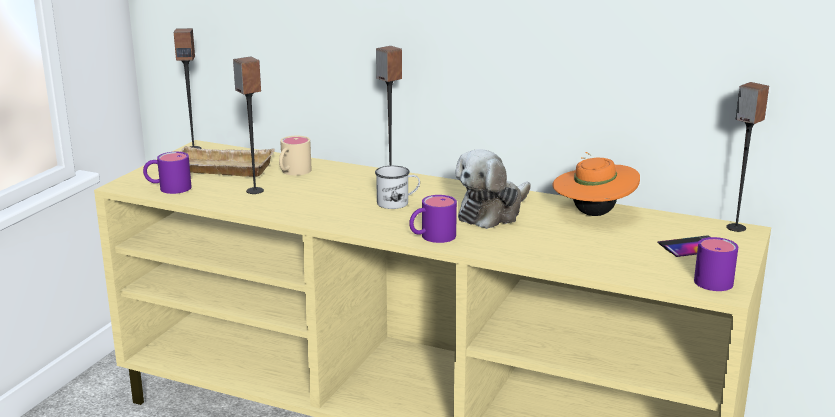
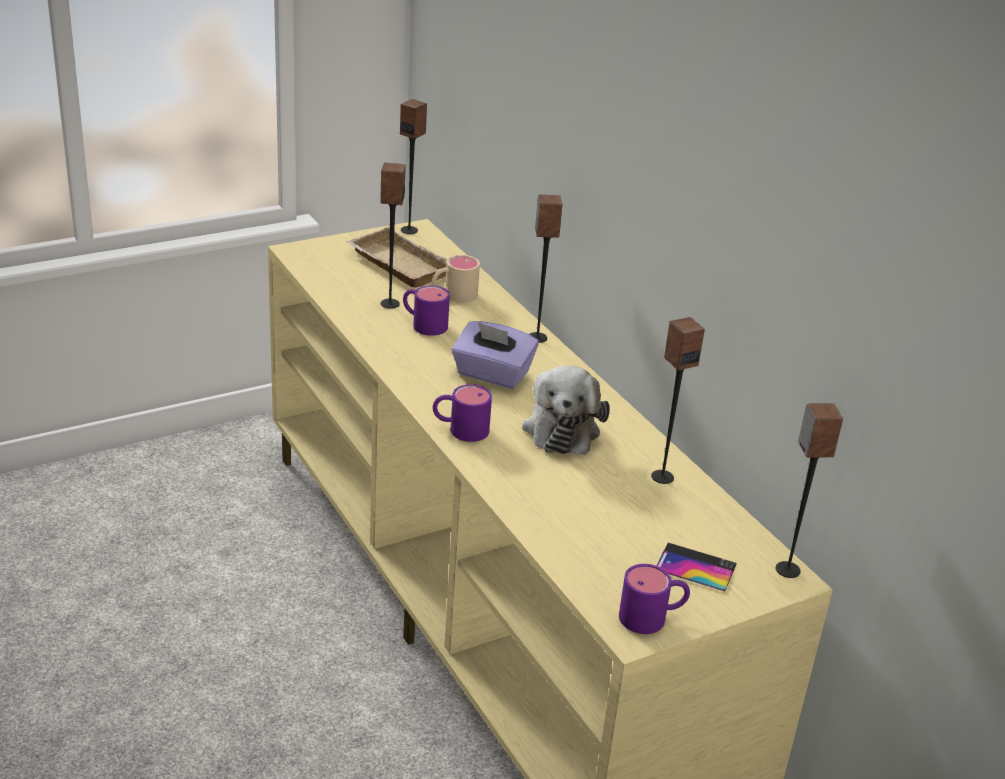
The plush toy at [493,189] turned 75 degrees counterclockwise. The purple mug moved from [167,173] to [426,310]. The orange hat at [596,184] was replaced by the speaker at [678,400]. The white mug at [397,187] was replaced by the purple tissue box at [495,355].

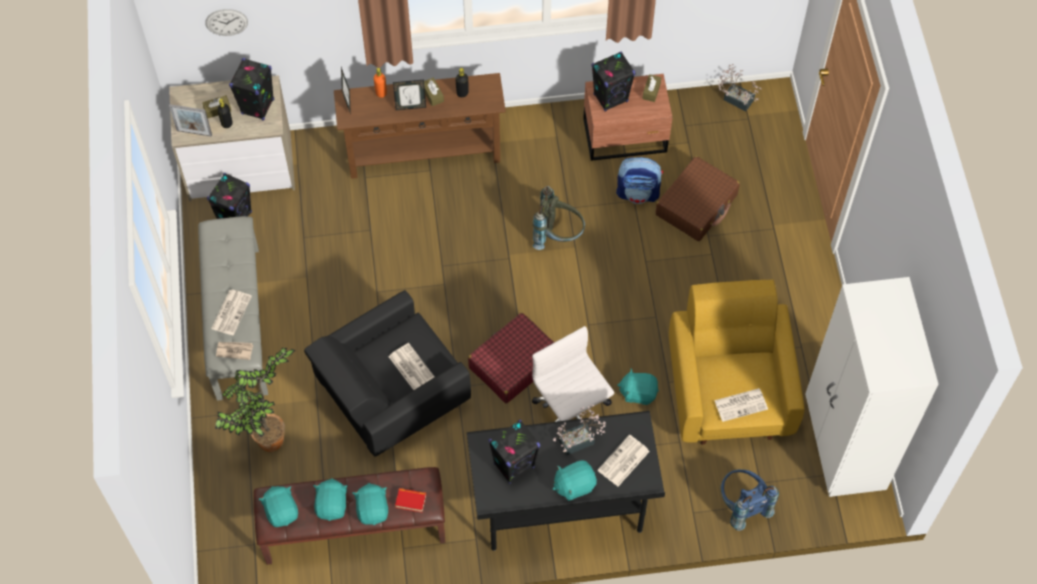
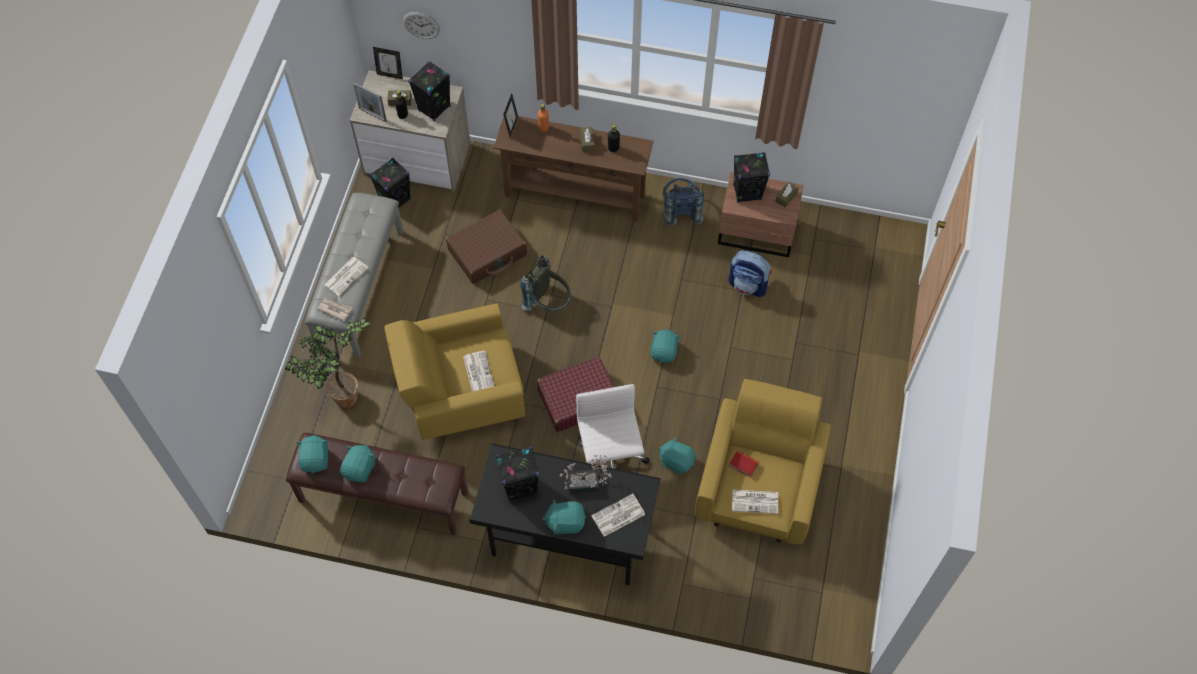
The potted plant at [739,87] disappeared. The picture frame moved from [409,95] to [388,63]. The brown suitcase moved from [698,198] to [486,247]. The grey backpack moved from [559,218] to [545,283]. The white wardrobe at [872,387] disappeared. The black armchair at [387,373] became the yellow armchair at [454,372]. The blue backpack moved from [749,500] to [683,202]. The turquoise plush toy moved from [370,504] to [666,345]. The book moved from [410,500] to [744,464].

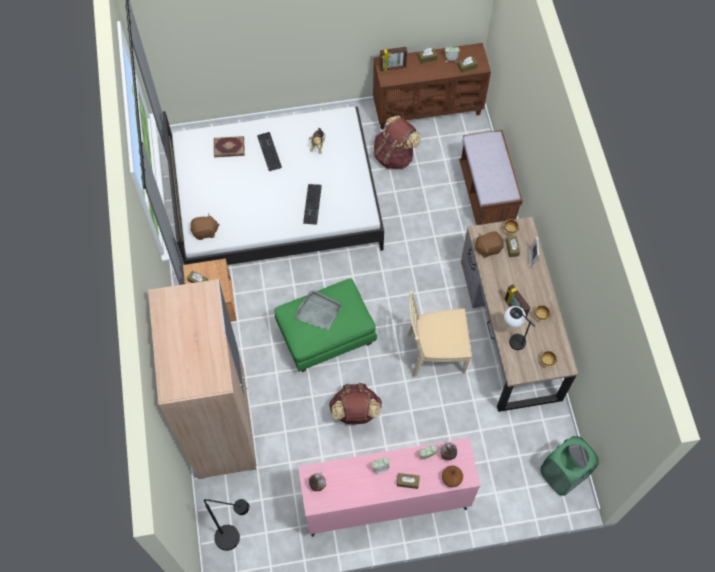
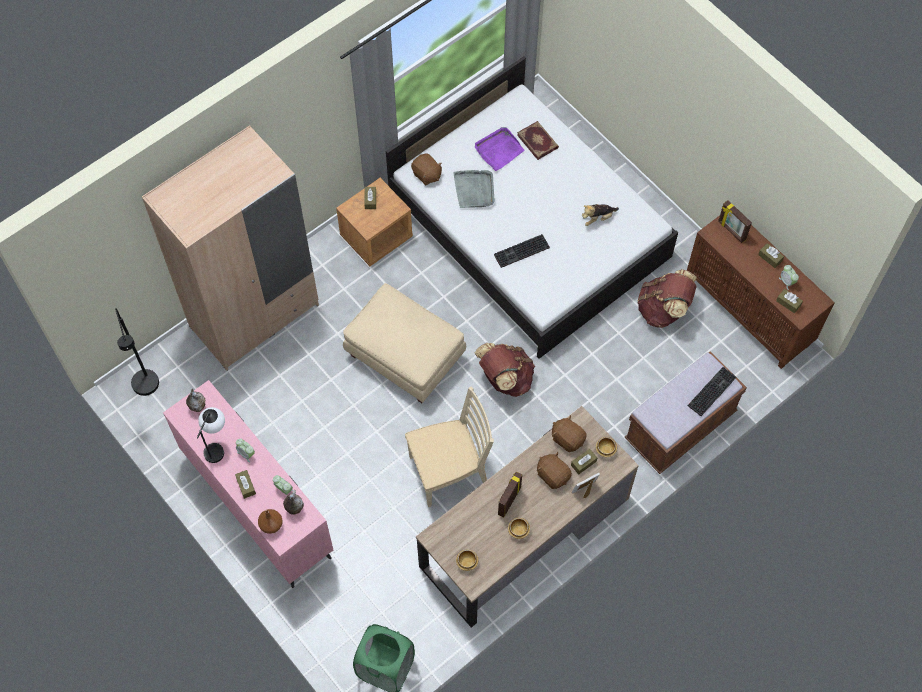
The keyboard moved from [269,151] to [712,391]. The green ottoman at [325,325] became the beige ottoman at [404,343]. The grey tray moved from [318,310] to [474,189]. The beige chair at [439,334] turned 105 degrees clockwise. The table lamp moved from [519,328] to [211,435]. The brown backpack moved from [355,403] to [505,370]. The purple tray at [499,149] appeared. The brown plush toy at [554,470] appeared.

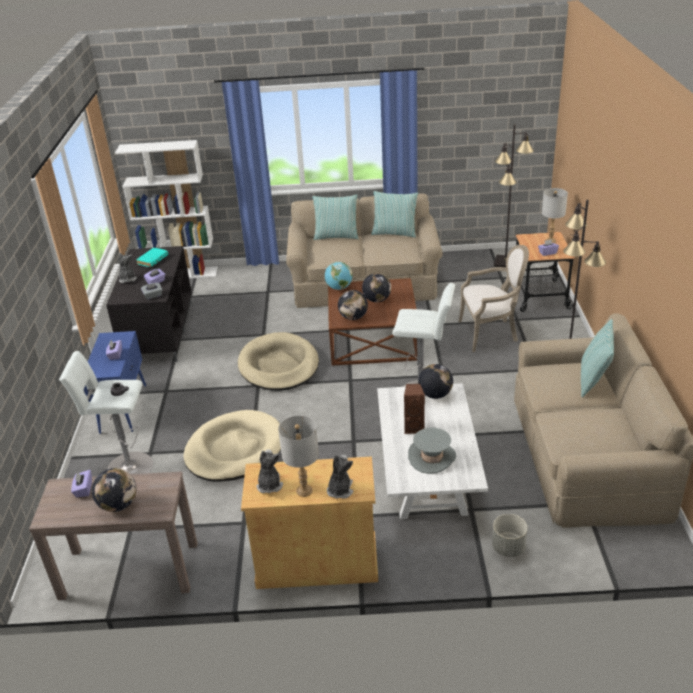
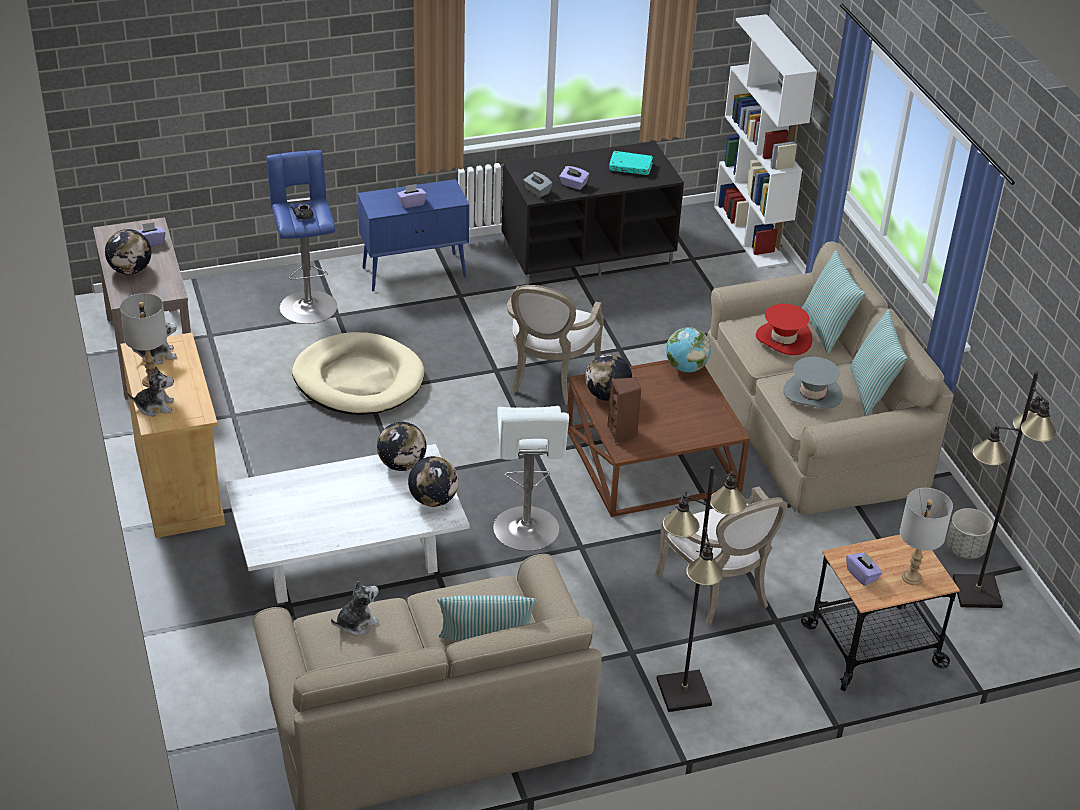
The plush toy moved from [128,268] to [355,608]. The globe moved from [376,287] to [401,446]. The beige dog bed at [278,361] was replaced by the armchair at [555,345]. The white stool at [106,412] became the blue stool at [301,237]. The brown speaker moved from [414,409] to [624,410]. The grey hat moved from [432,451] to [812,383]. The grey planter moved from [509,535] to [969,533]. The red hat at [784,329] appeared.

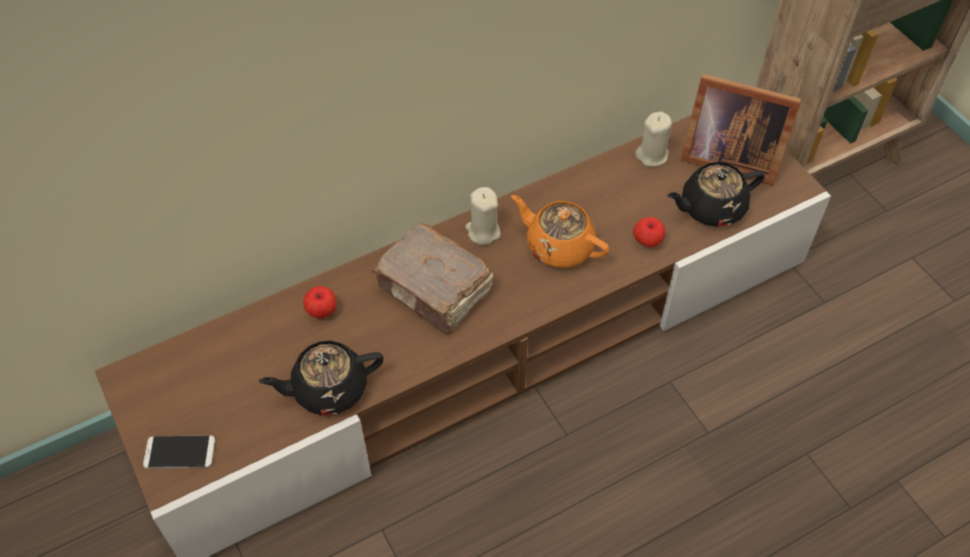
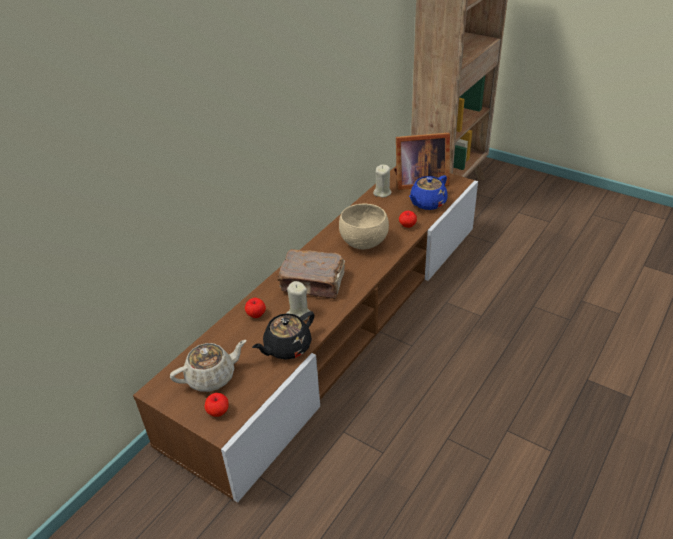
The black teapot at [716,194] became the blue teapot at [428,192]. The beige candle moved from [483,216] to [298,301]. The orange teapot at [560,231] was replaced by the beige bowl at [364,227]. The phone at [179,452] was replaced by the apple at [217,405]. The beige teapot at [208,366] appeared.

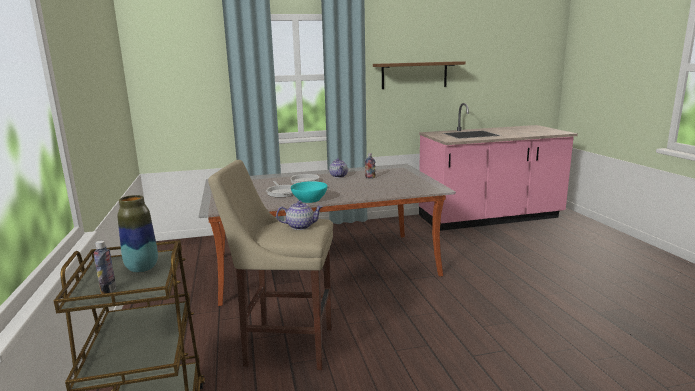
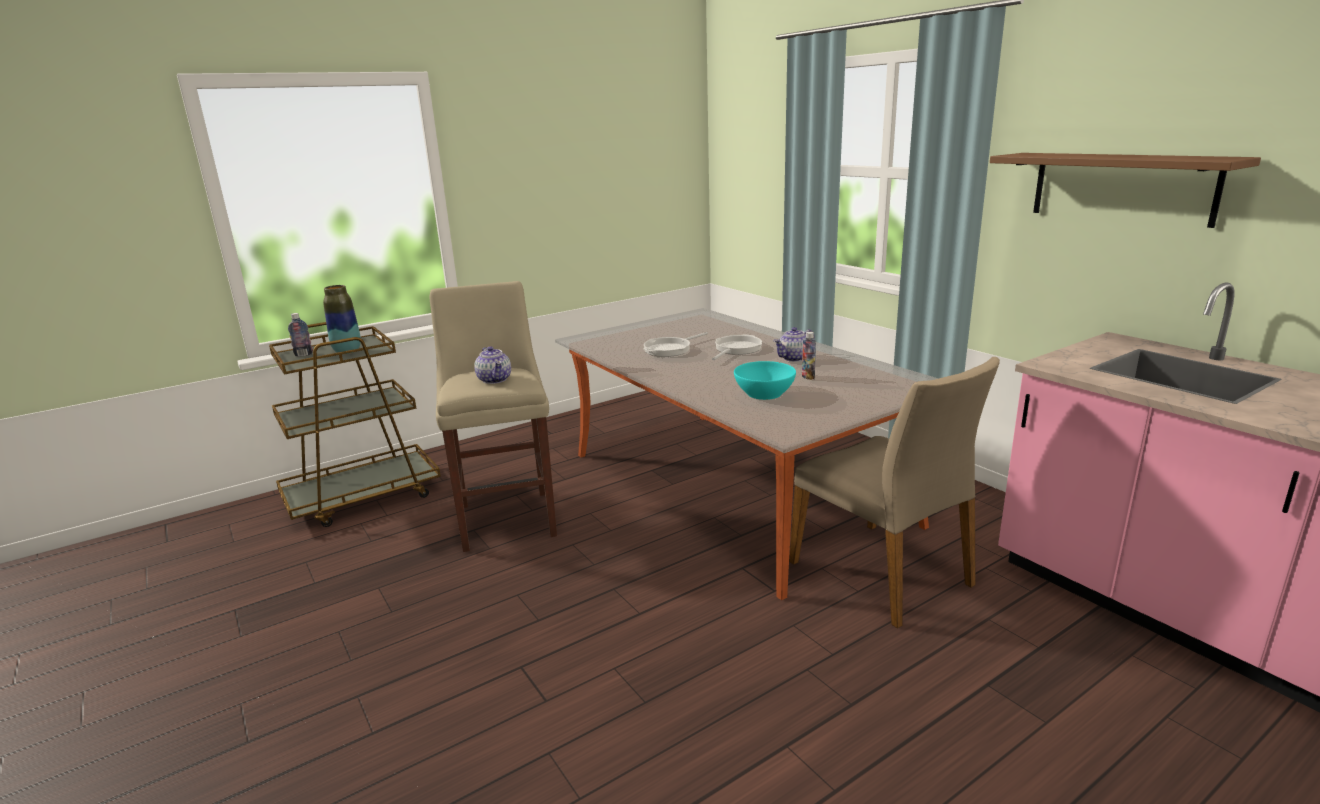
The turquoise bowl moved from [309,192] to [765,380]. The beige chair at [894,493] appeared.

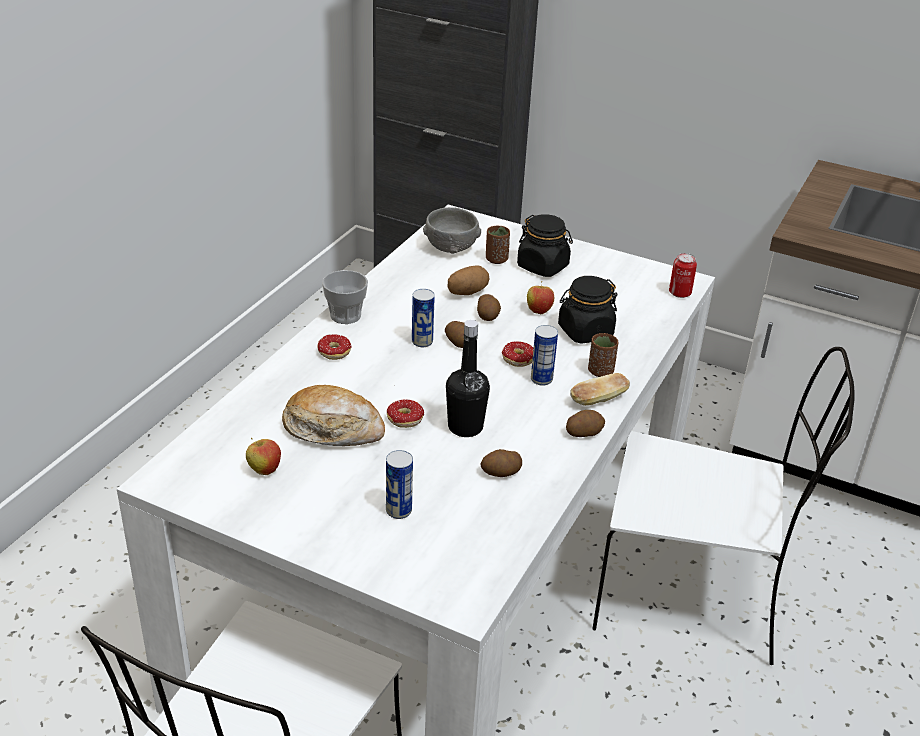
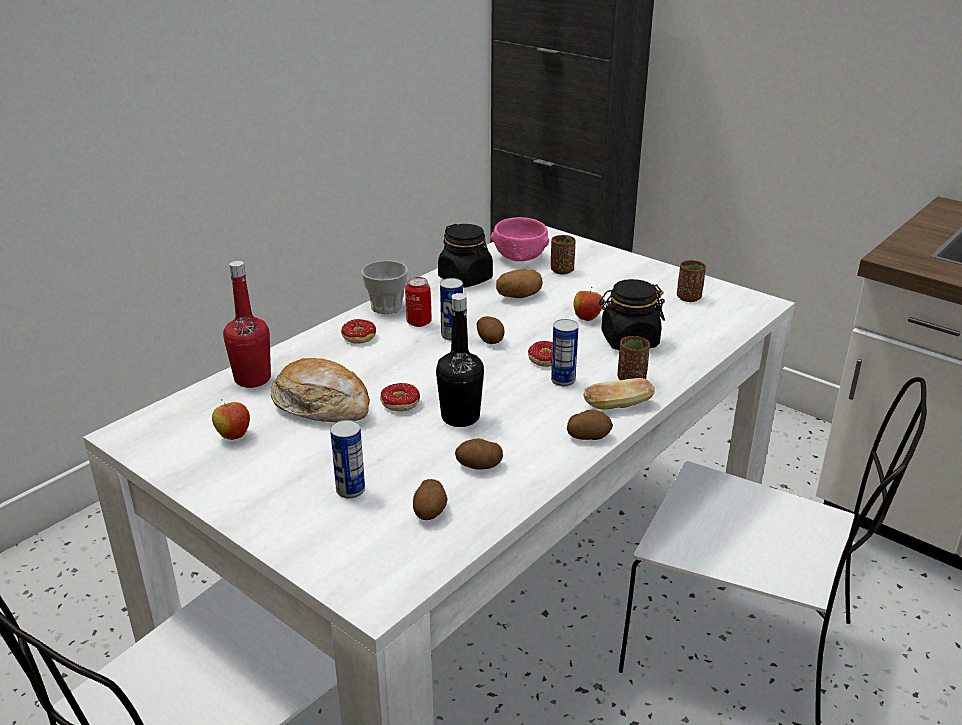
The grey bowl at [452,230] became the pink bowl at [520,239]. The black jar moved from [545,245] to [465,256]. The can moved from [683,275] to [418,302]. The potato moved from [489,307] to [430,499]. The brown cup at [691,281] appeared. The red bottle at [247,324] appeared.

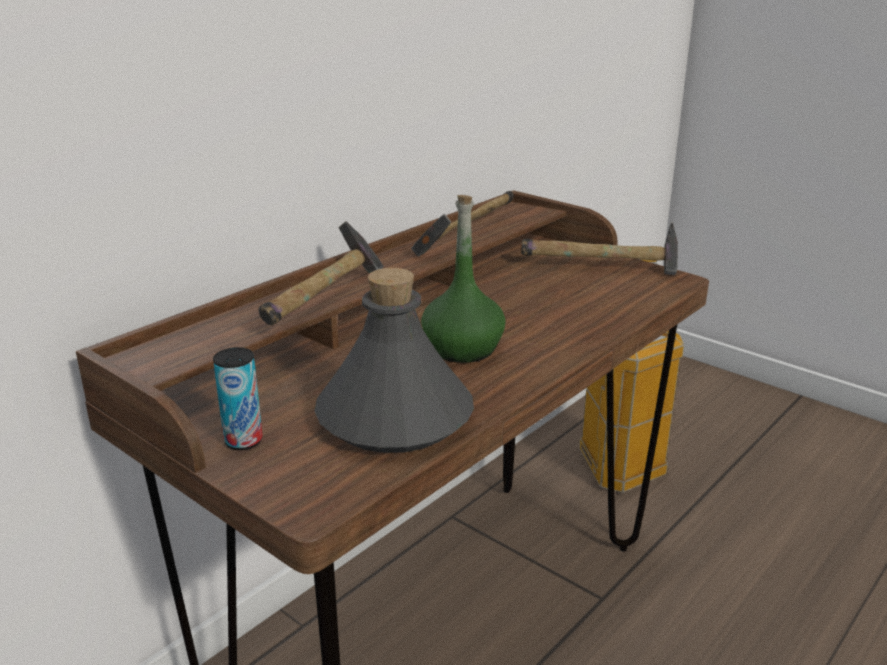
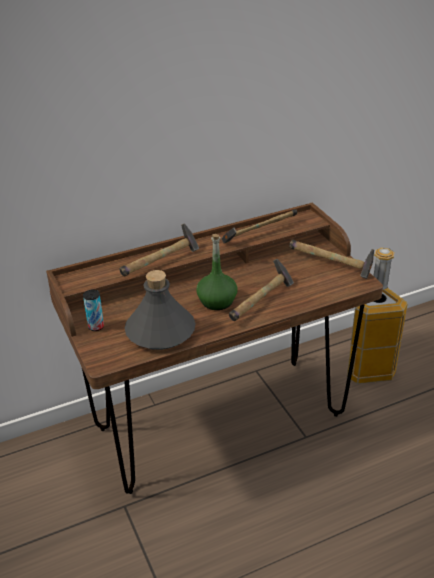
The hammer at [261,290] appeared.

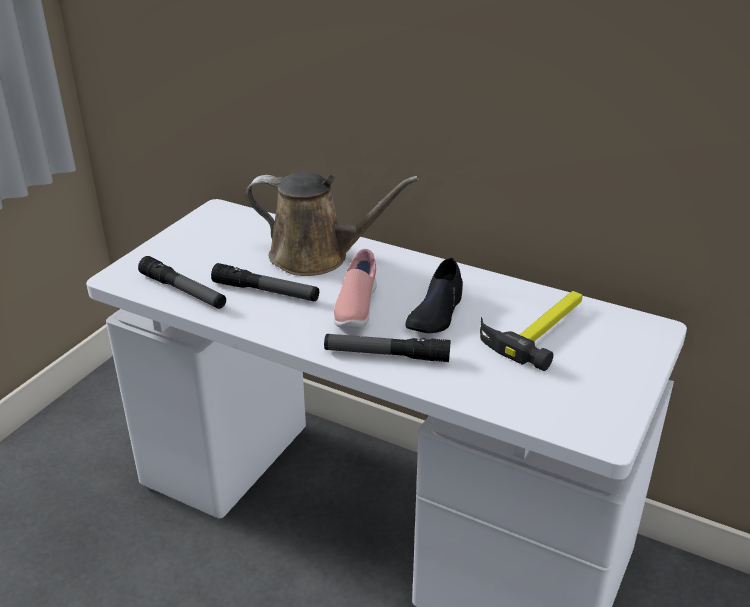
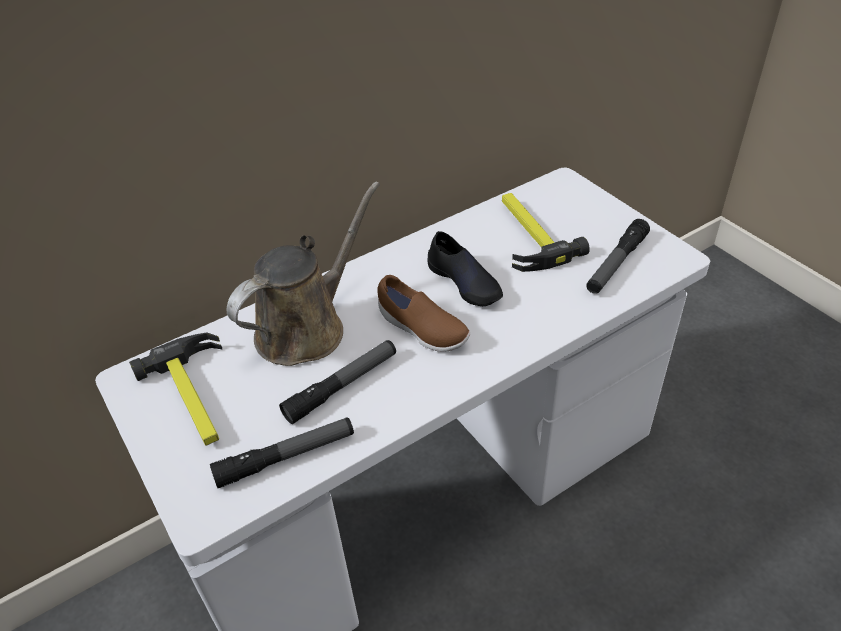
The pink shoe at [355,288] became the brown shoe at [423,313]. The flashlight moved from [387,348] to [618,256]. The hammer at [175,389] appeared.

